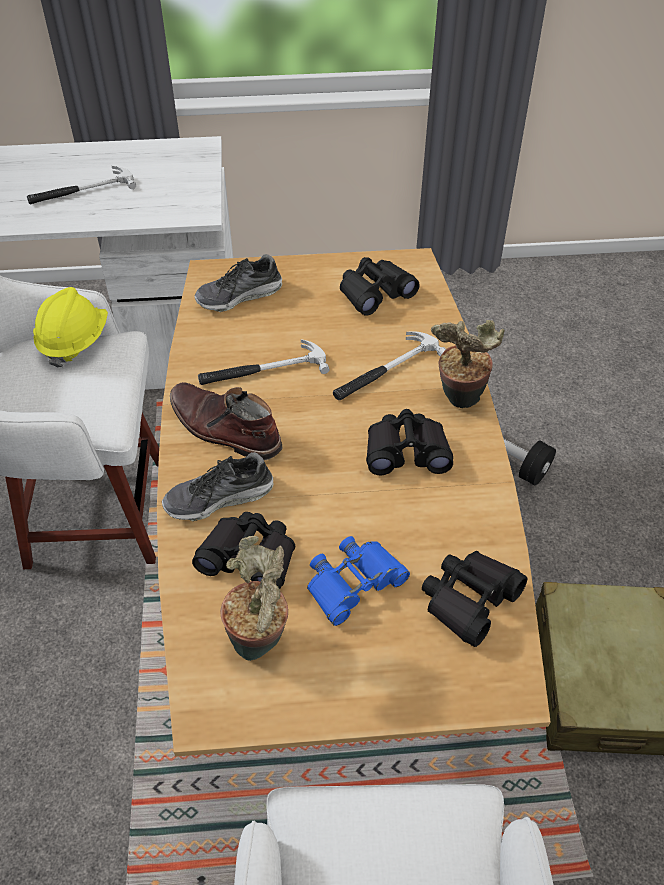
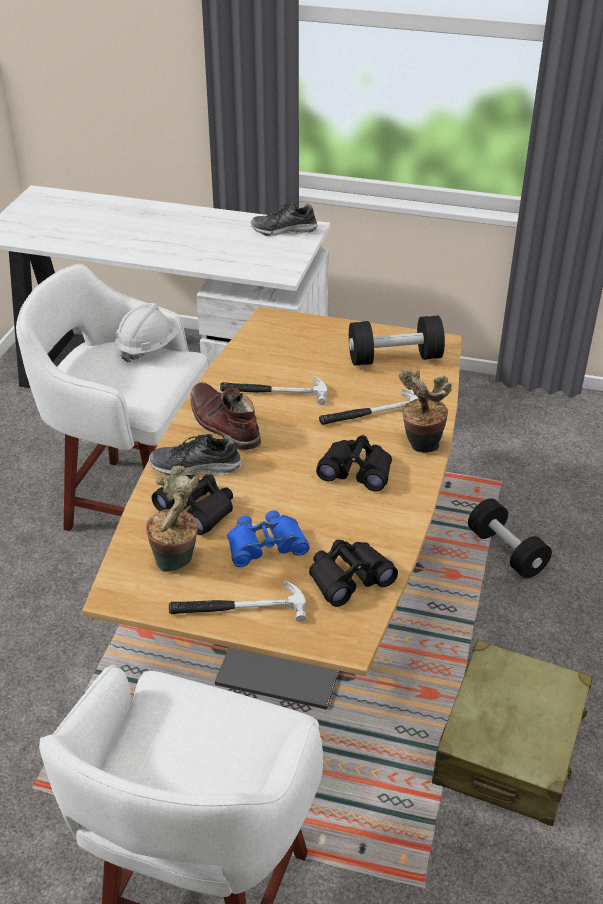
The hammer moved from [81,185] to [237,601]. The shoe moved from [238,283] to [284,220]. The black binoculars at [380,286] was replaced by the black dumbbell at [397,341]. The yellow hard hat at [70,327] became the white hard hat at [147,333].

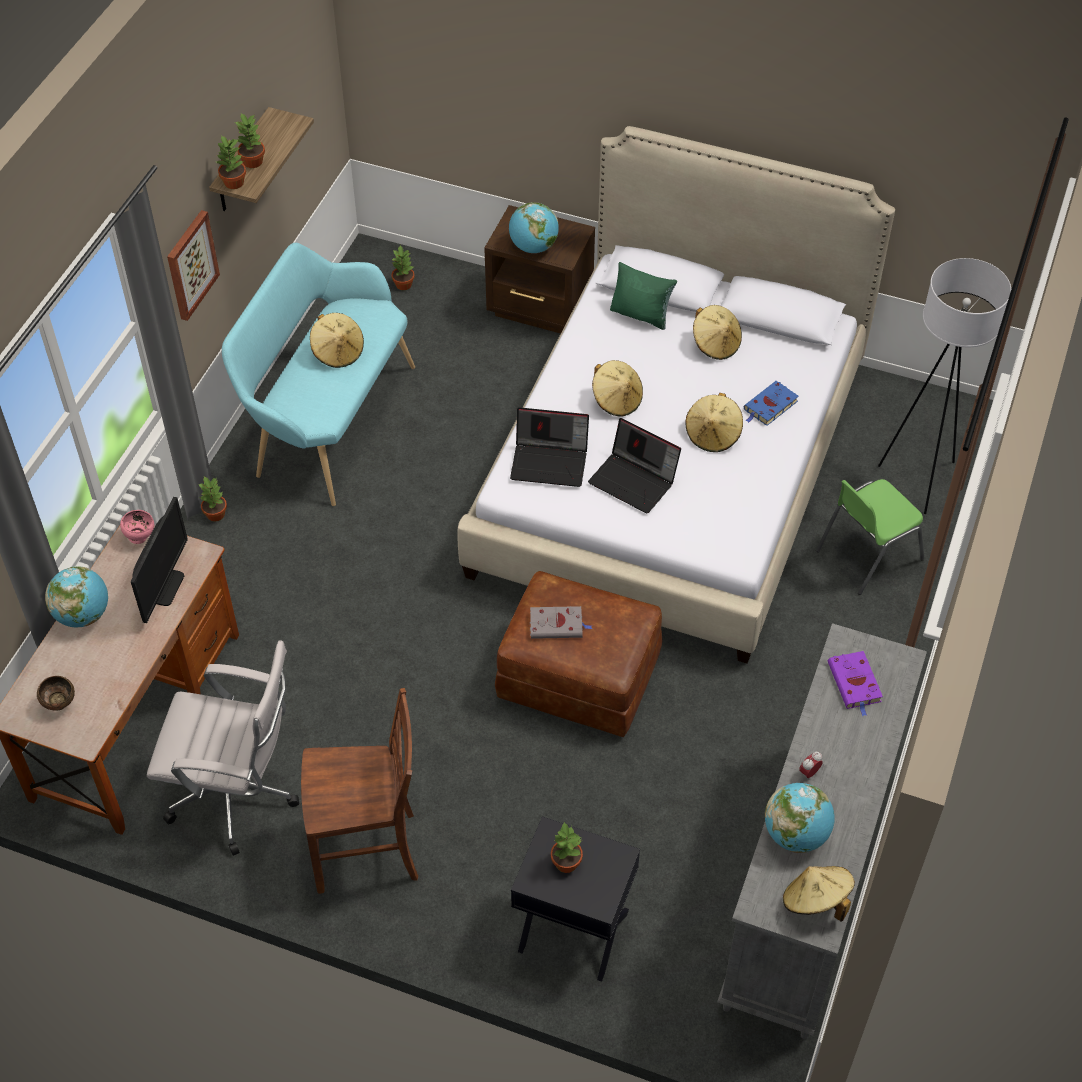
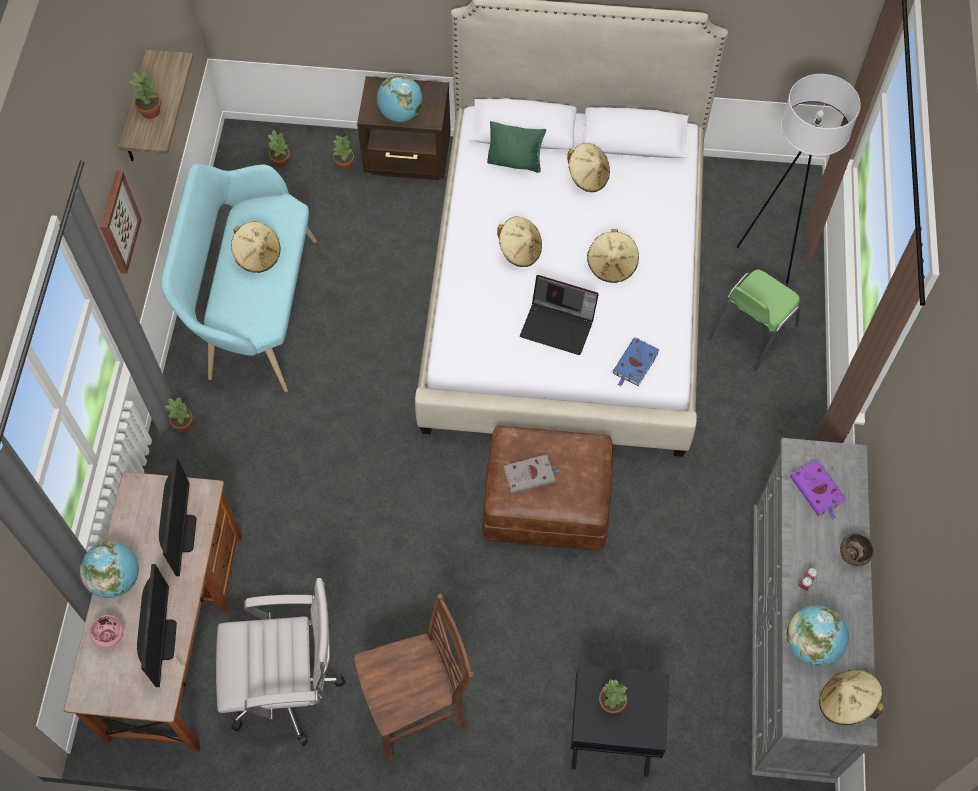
The potted plant moved from [231,162] to [343,153]. The blue book moved from [771,403] to [636,362]. The laptop at [549,447] disappeared. The pink bowl moved from [137,527] to [106,631]. The brown bowl moved from [56,693] to [857,549]. The monitor at [157,625] appeared.

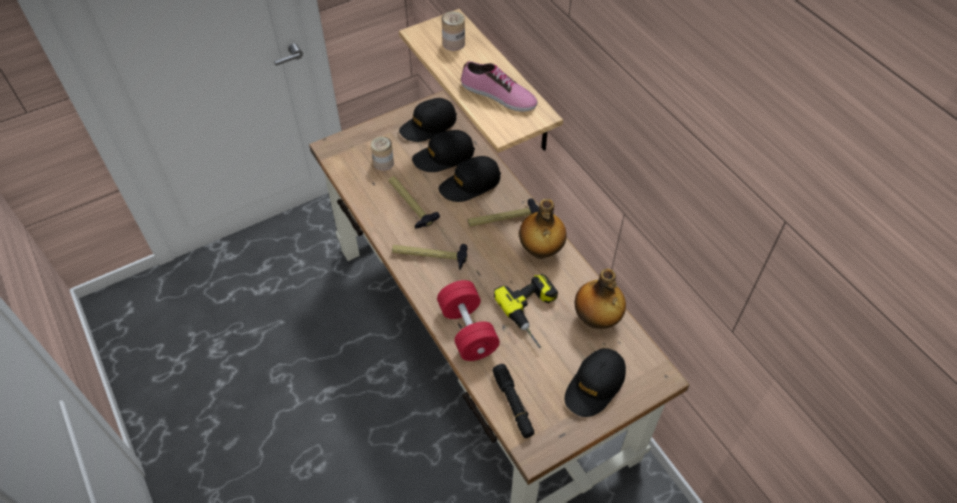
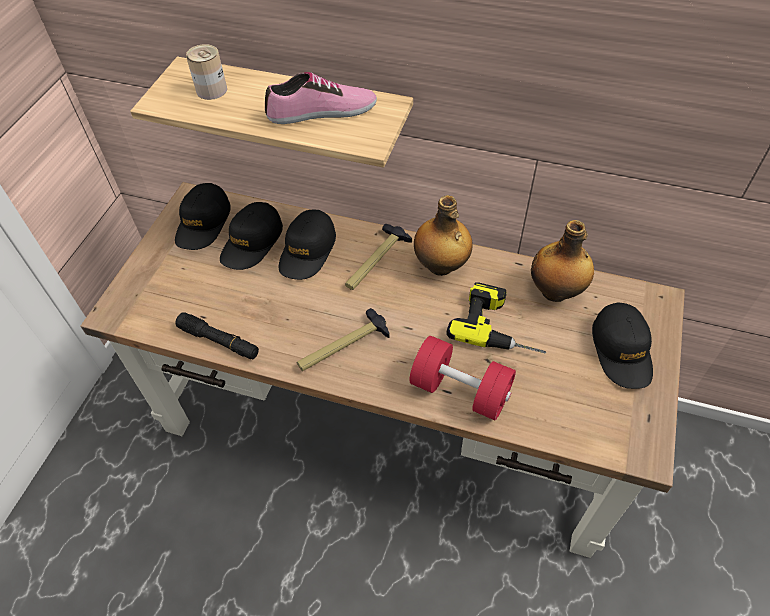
The can at [382,153] disappeared. The hammer at [414,202] disappeared. The black flashlight moved from [513,401] to [217,335].

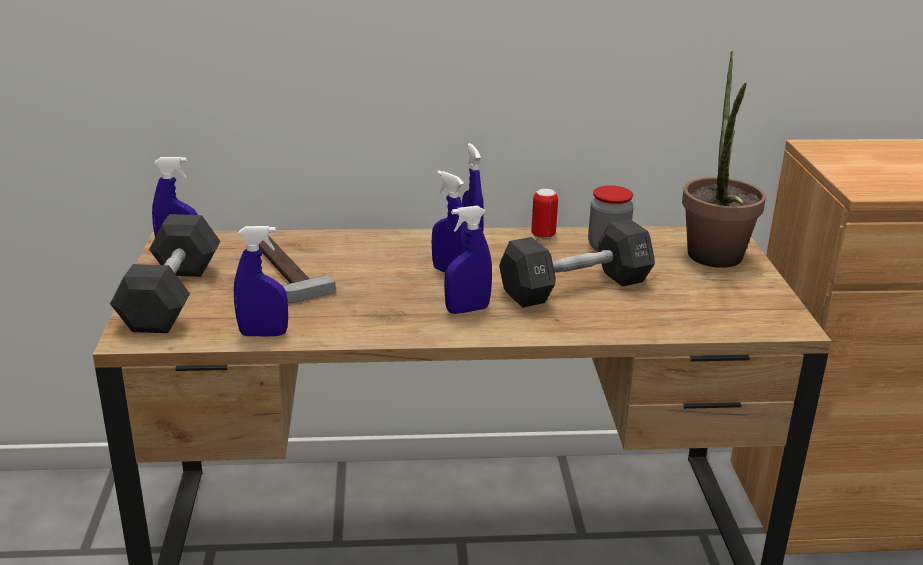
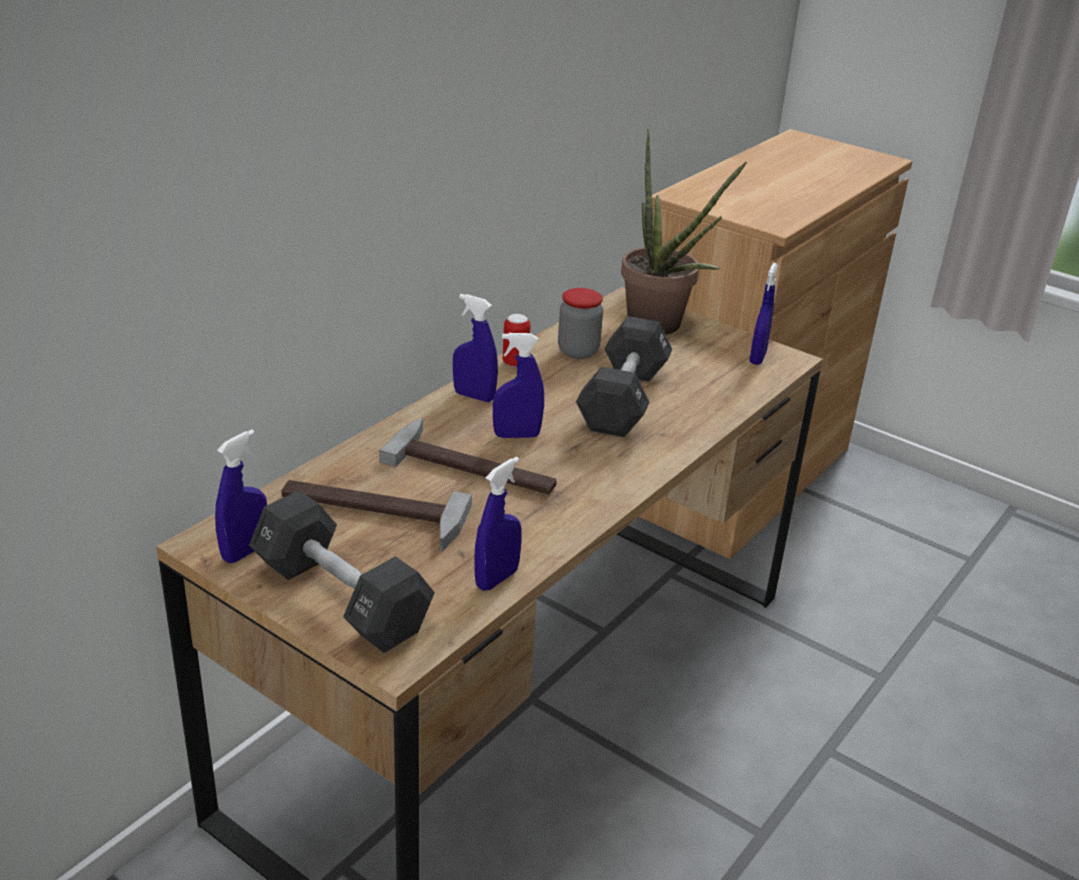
The blue spray bottle moved from [468,260] to [763,314]. The hammer at [468,456] appeared.

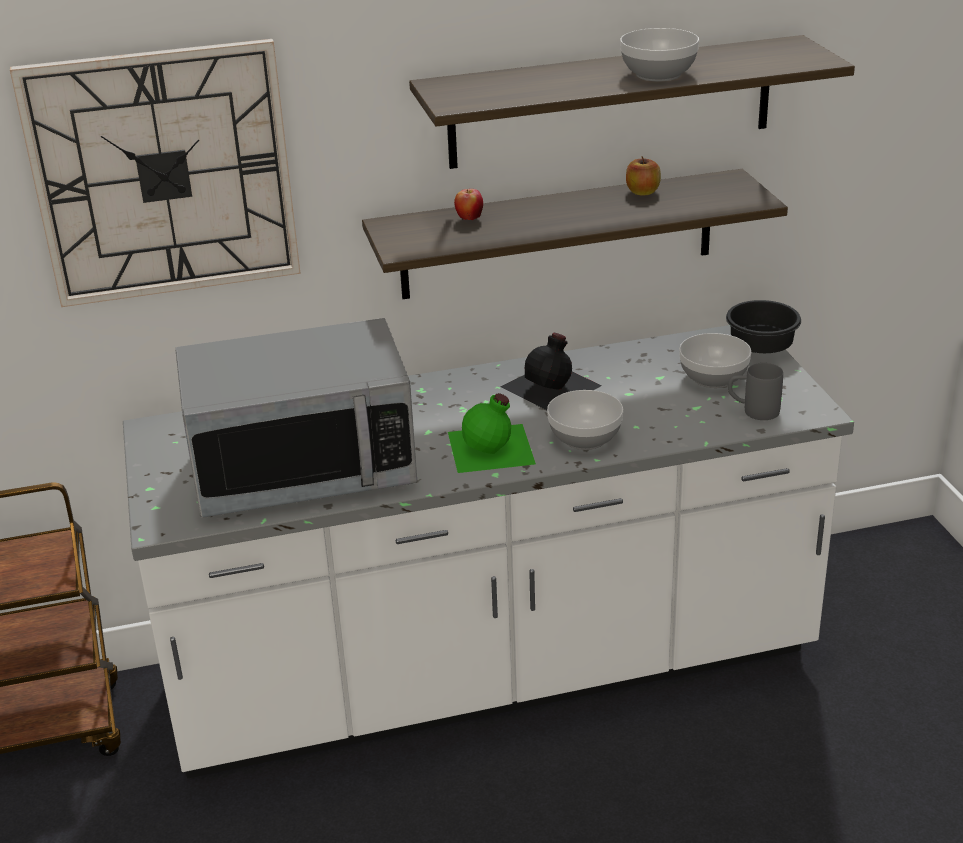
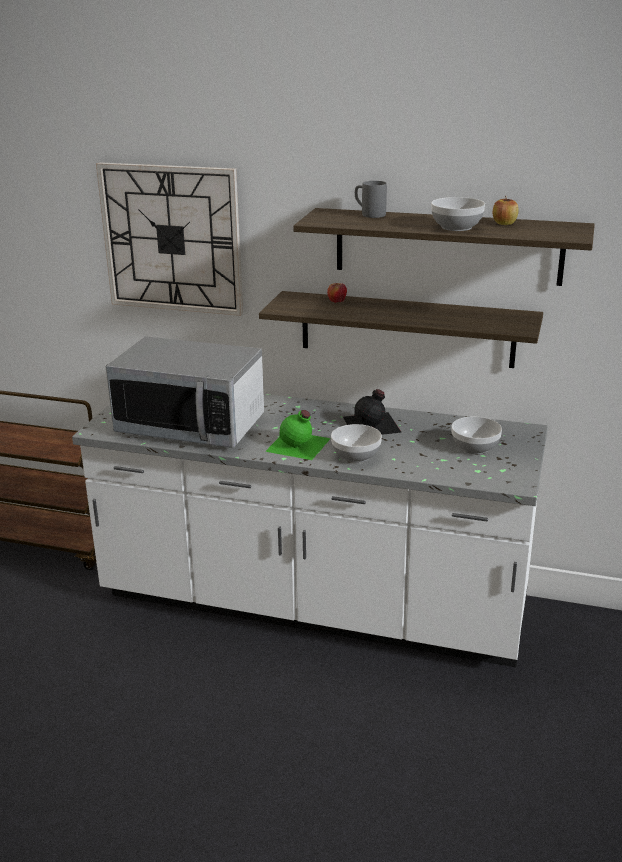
The apple moved from [643,175] to [506,210]. The black bowl at [763,326] disappeared. The grey mug moved from [755,391] to [371,199].

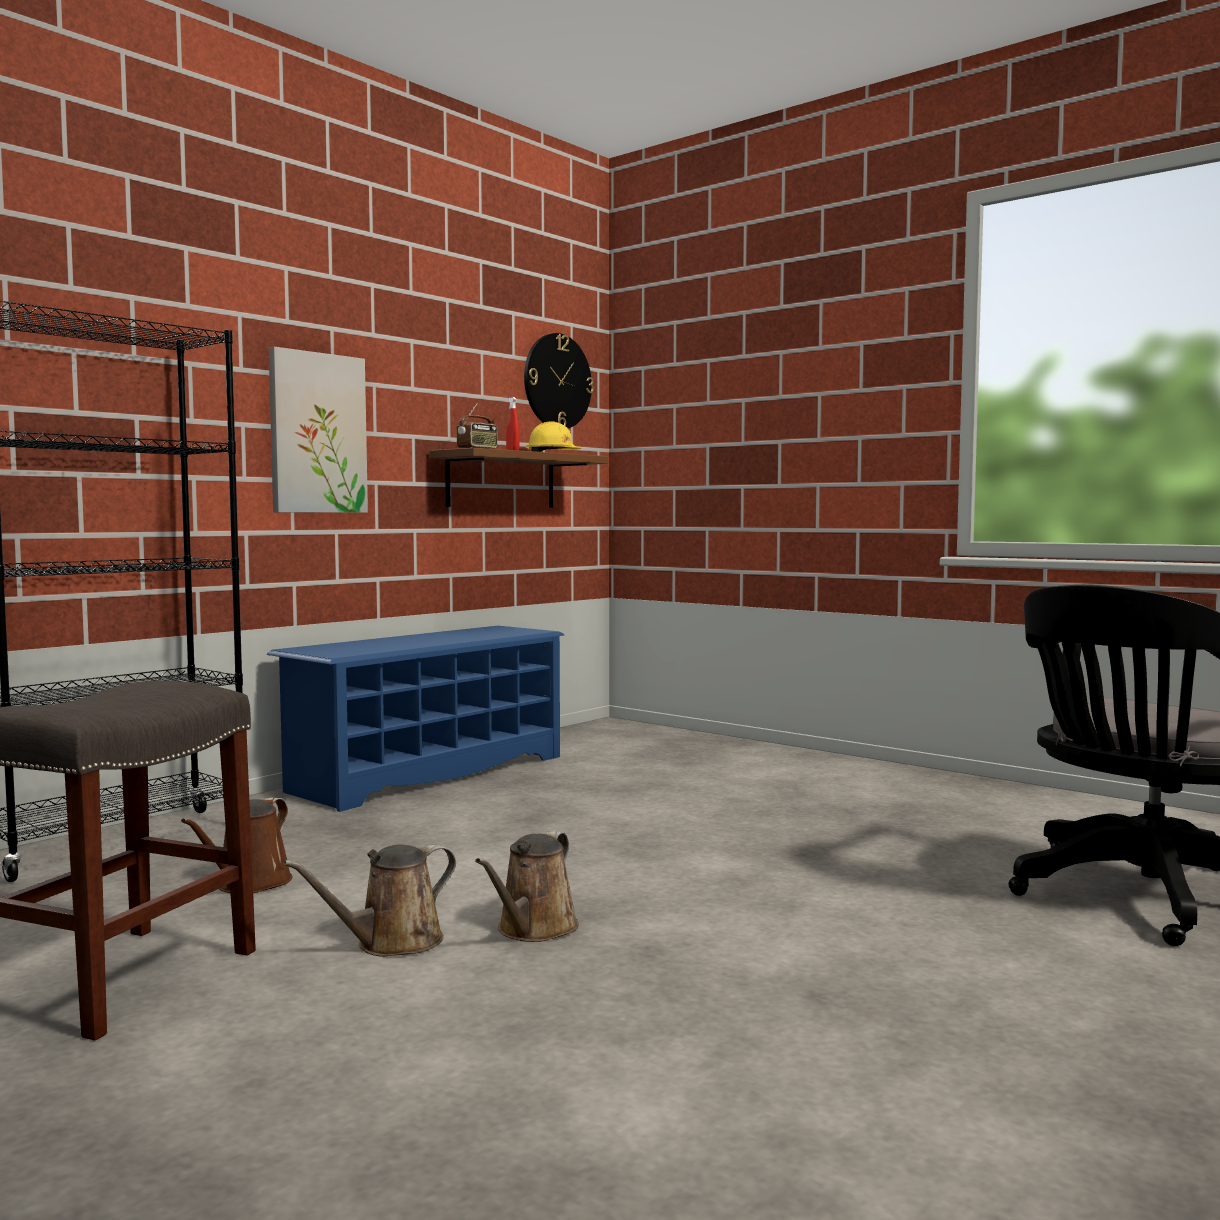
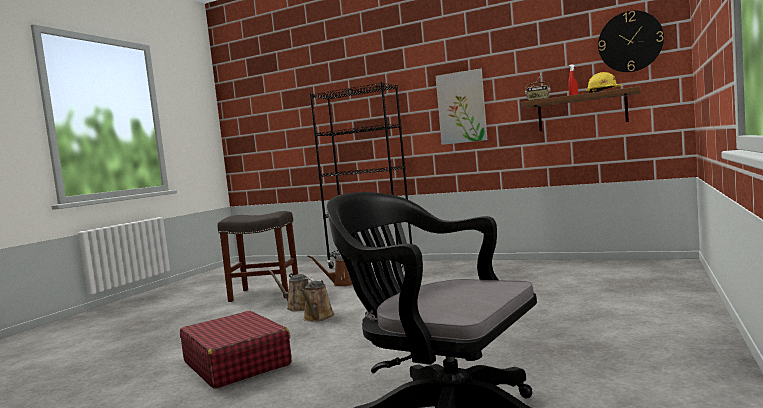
The blue shoe rack at [415,719] disappeared. The brown watering can at [527,886] turned 90 degrees counterclockwise. The red suitcase at [236,350] appeared.

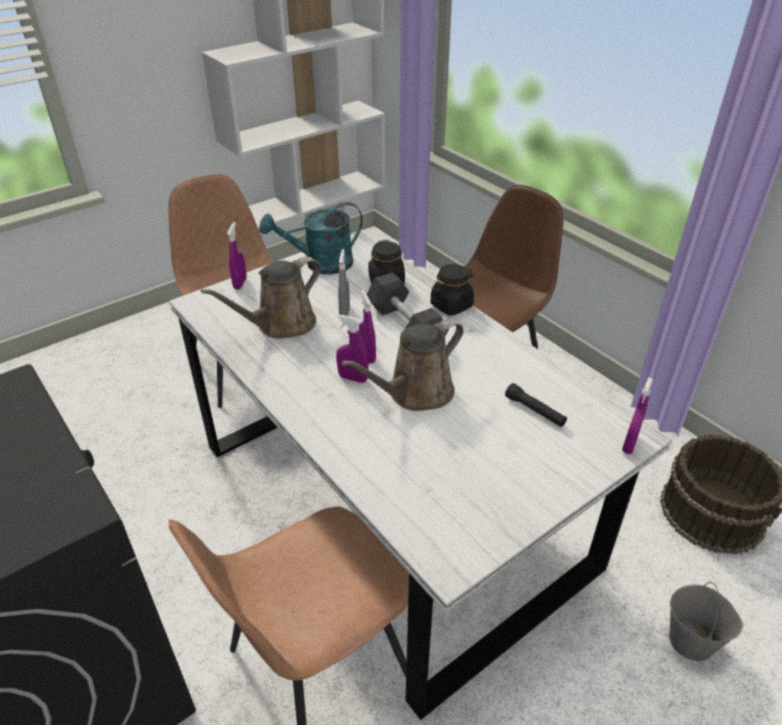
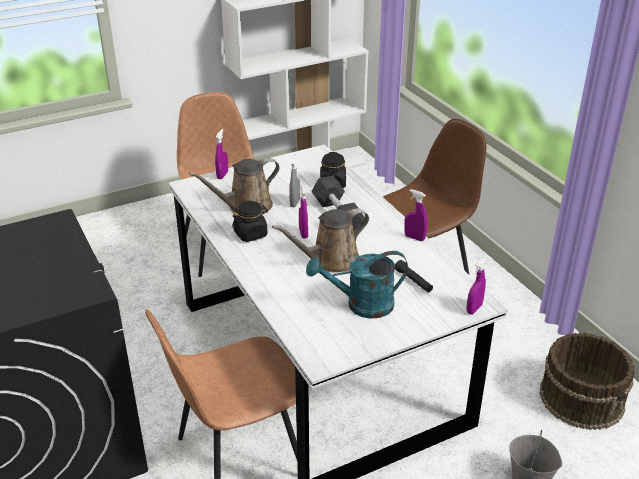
The turquoise watering can moved from [311,238] to [357,285]. The black jar moved from [452,290] to [250,221]. The purple spray bottle moved from [352,349] to [415,215].

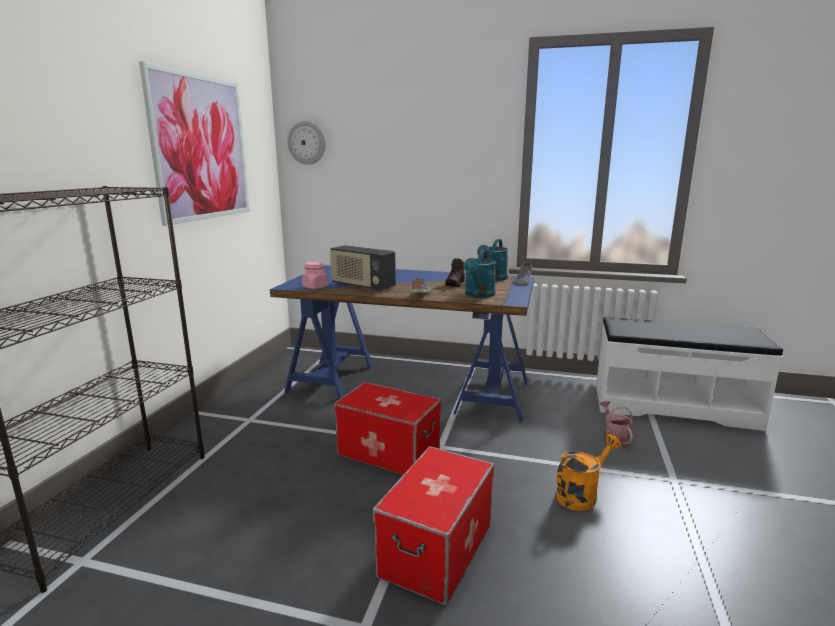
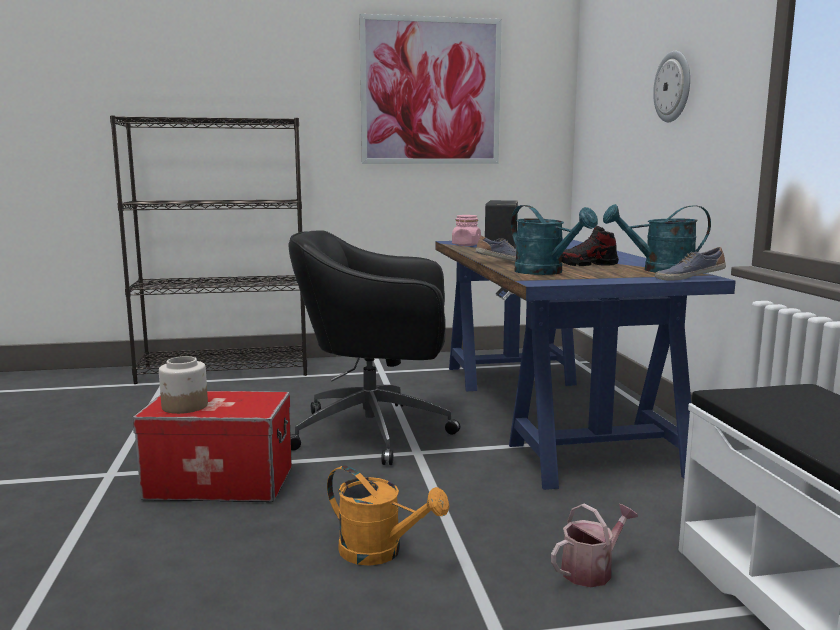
The wall clock moved from [307,143] to [671,86]. The turquoise watering can at [480,274] turned 120 degrees counterclockwise. The storage box at [387,428] was replaced by the black office chair at [374,347]. The jar at [183,385] appeared.

